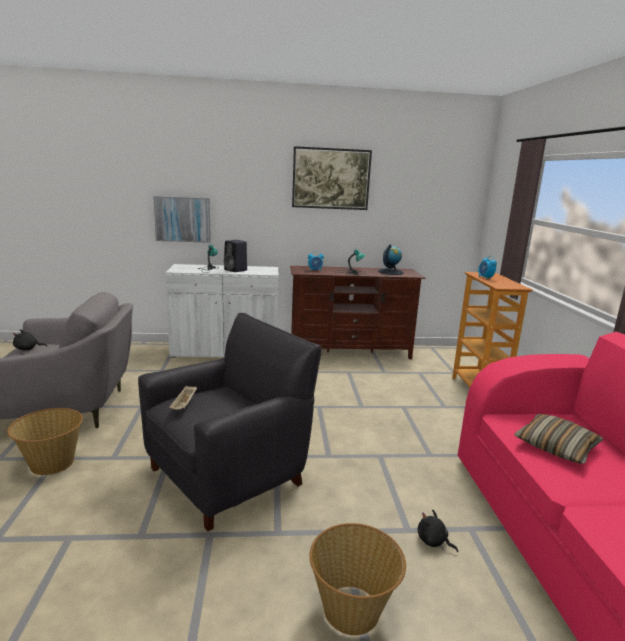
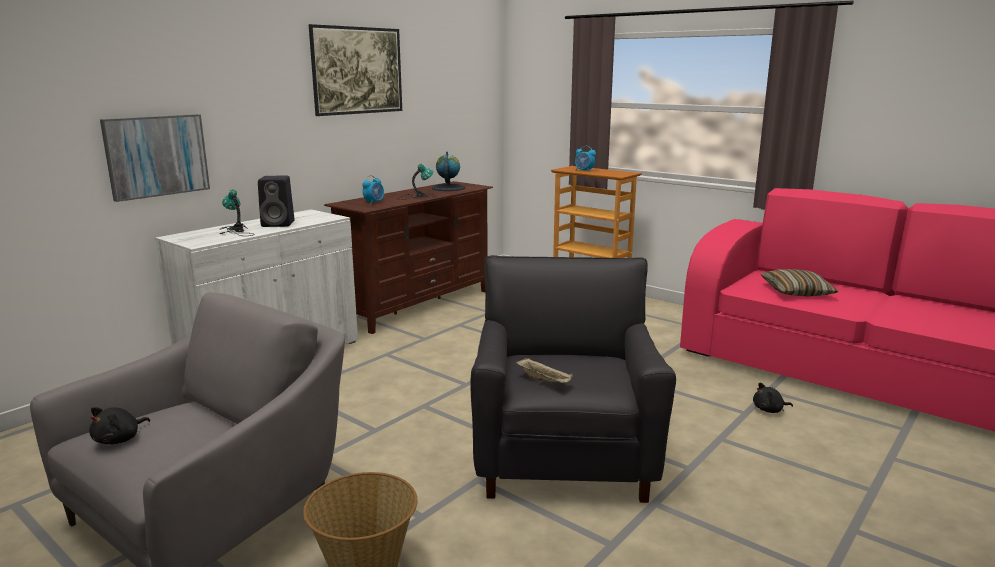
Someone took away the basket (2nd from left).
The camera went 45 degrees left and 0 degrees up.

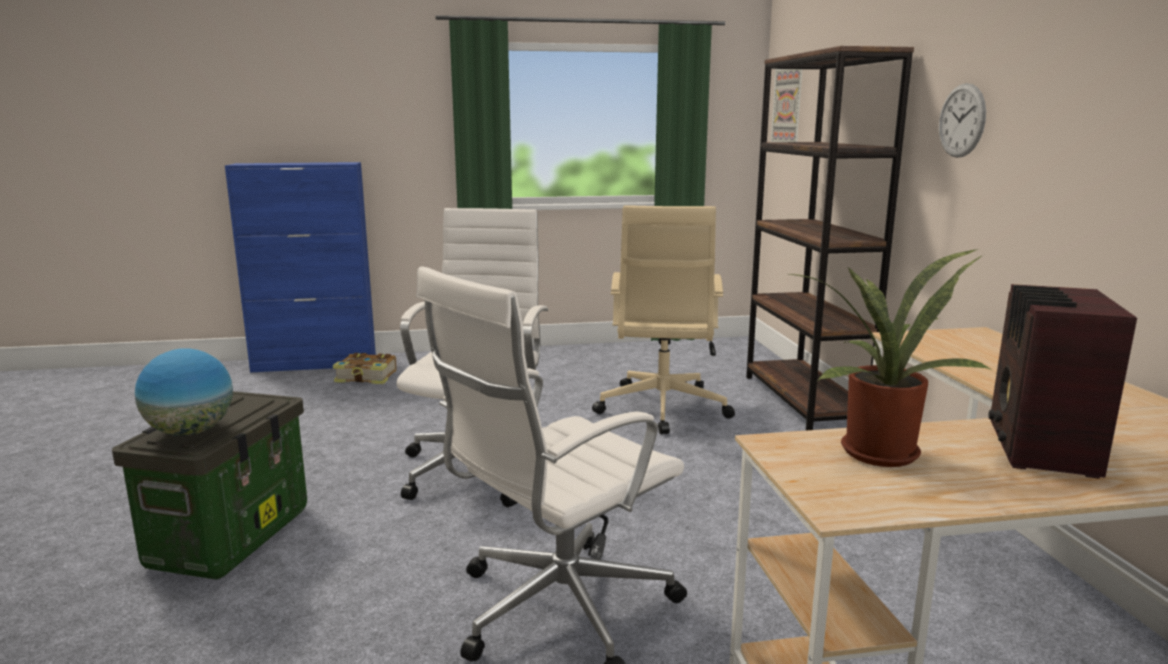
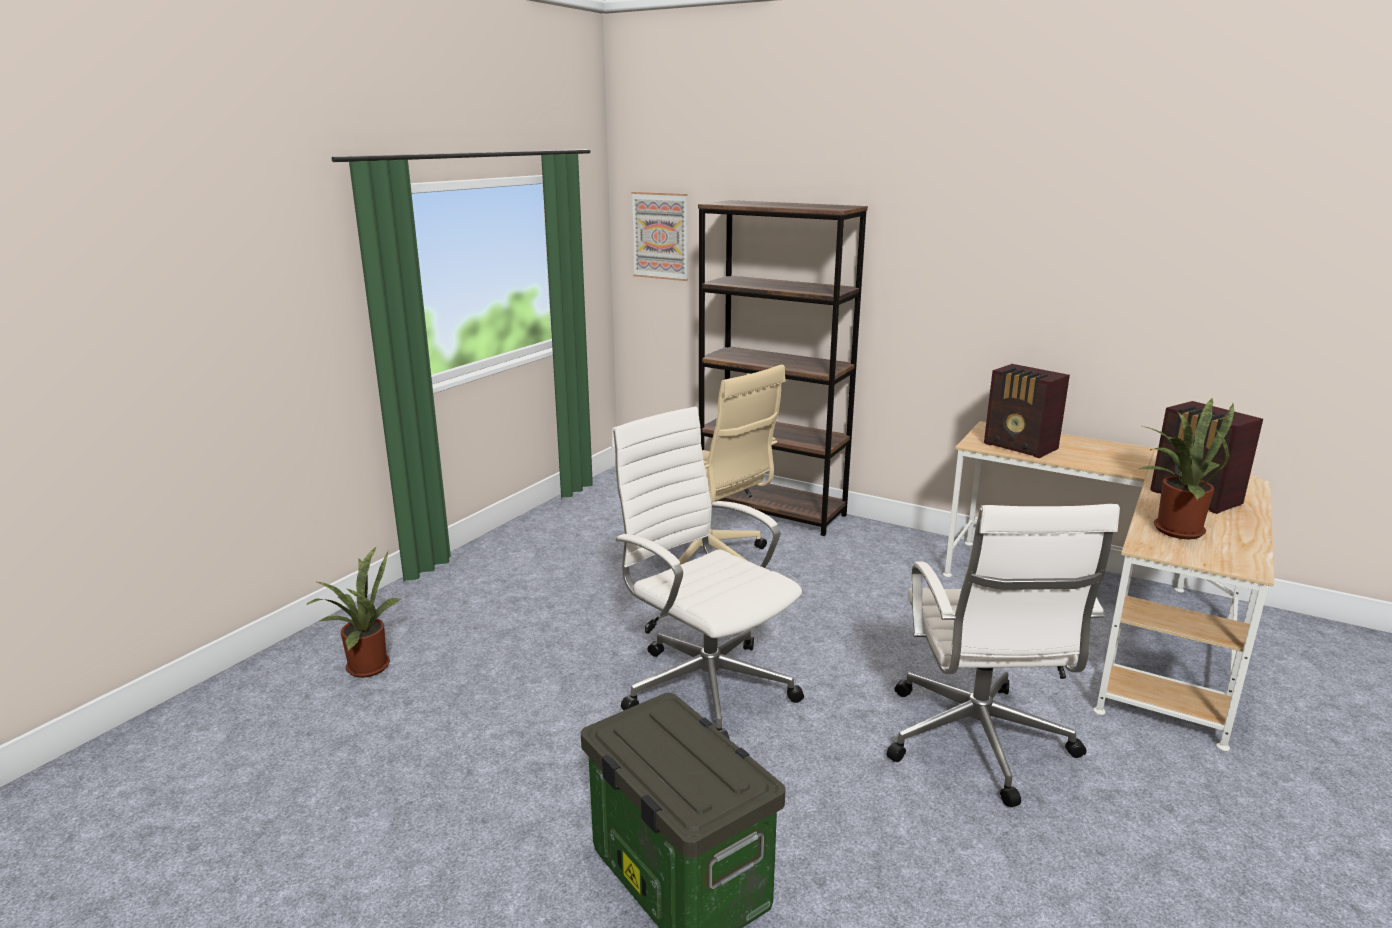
Someone took away the wall clock.
Someone took away the blue cabinet.
Someone took away the globe.
Someone swapped the book for the potted plant (1st from left).
Someone put down the radio (1st from left).
The camera went 50 degrees left and 5 degrees up.

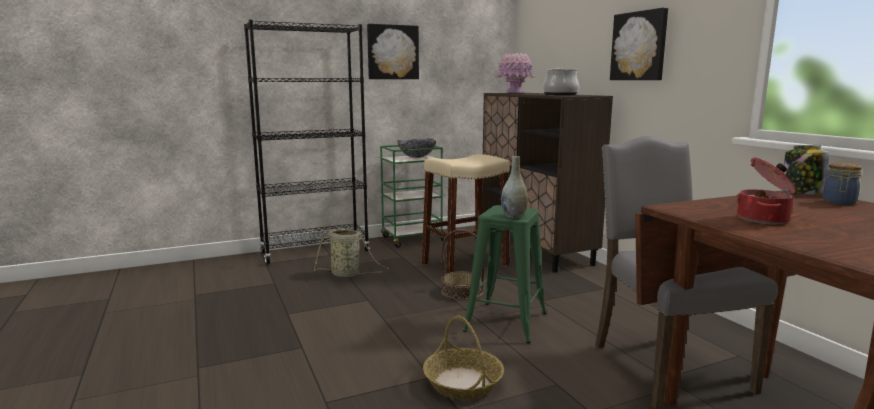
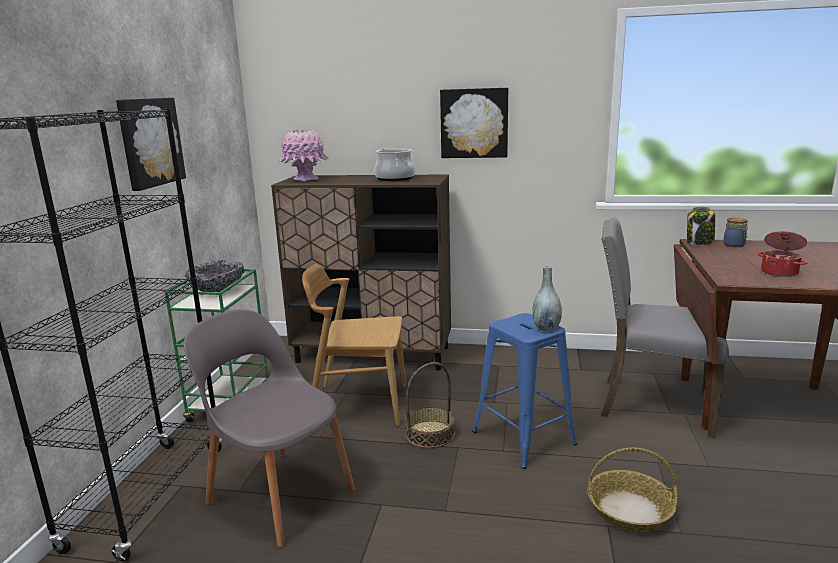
Someone swapped the beige stool for the brown chair.
Someone repainted the green stool, which became the blue stool.
Someone swapped the basket (1st from left) for the grey chair (1st from left).
The camera went 55 degrees left and 5 degrees up.

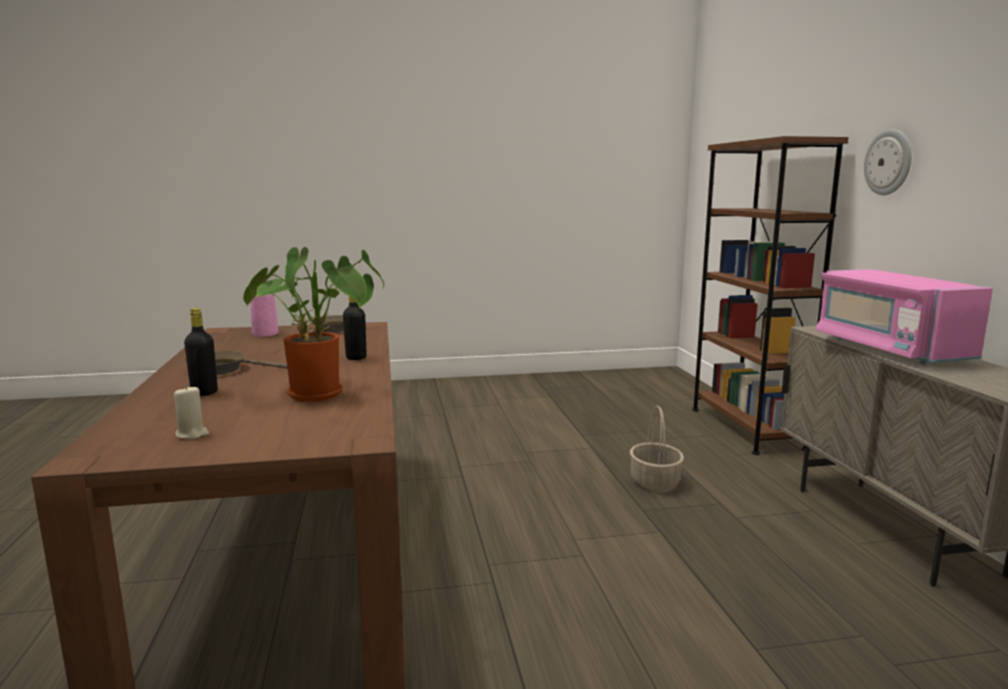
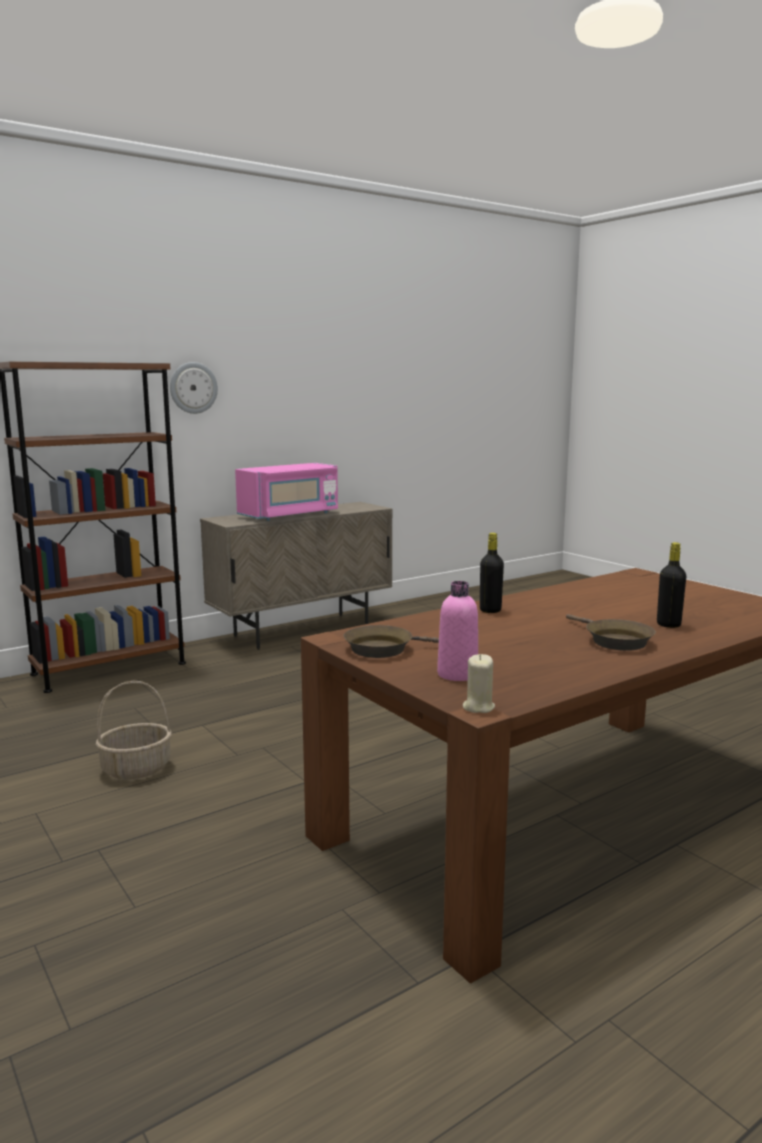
Someone took away the potted plant.
Someone carried the beige candle.
Someone carried the basket.
The camera went 115 degrees left and 0 degrees up.

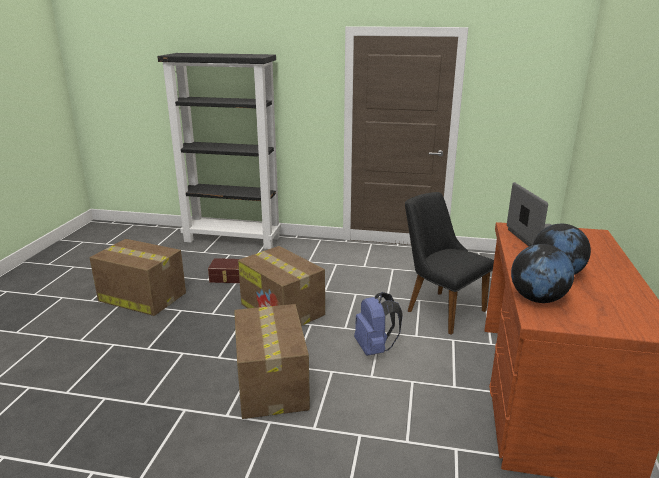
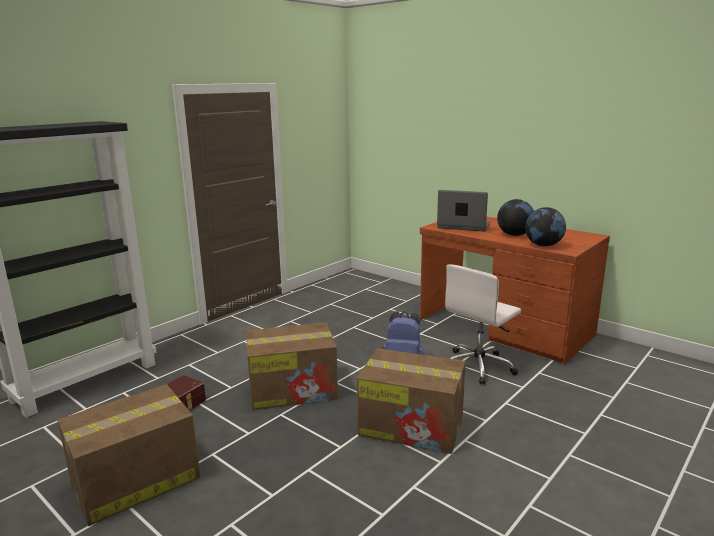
Someone took away the black chair.
Someone put down the white office chair.
The camera went 60 degrees left and 5 degrees down.

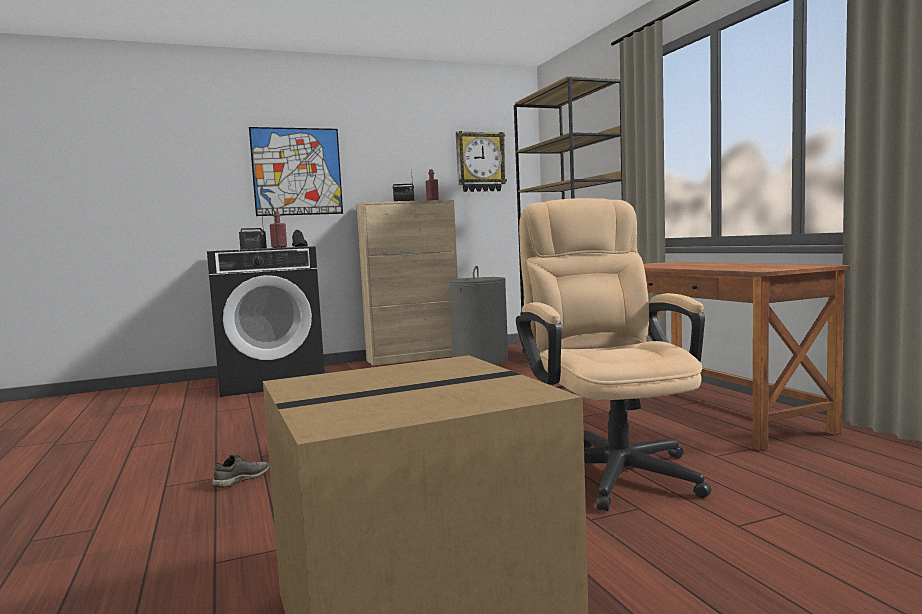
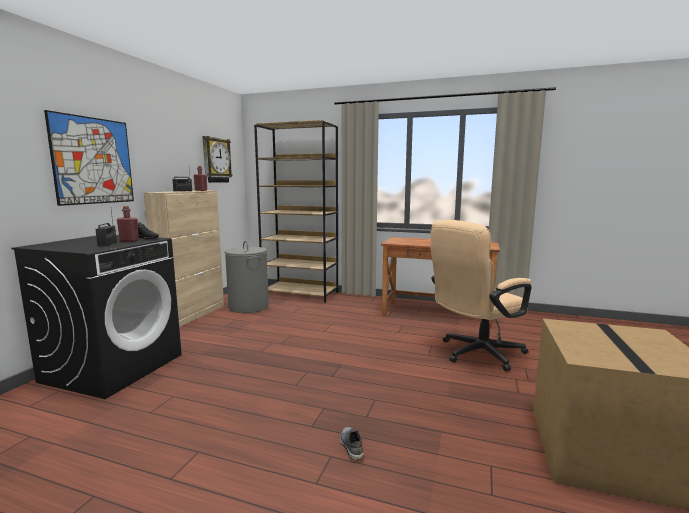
Someone rotated the beige office chair by 60 degrees counterclockwise.
The camera went 50 degrees left and 5 degrees up.

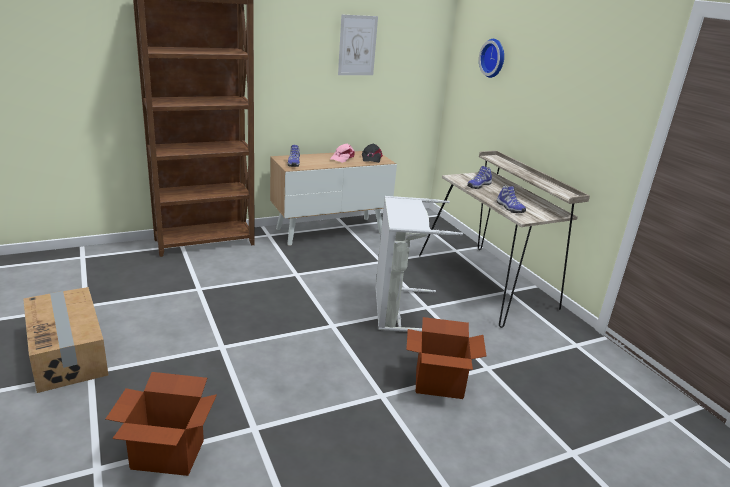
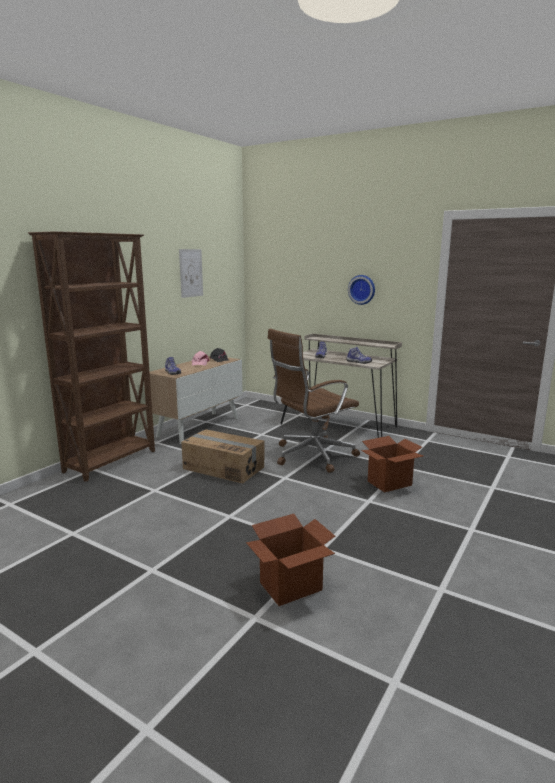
Someone carried the wall clock.
Someone swapped the grey laundry basket for the brown office chair.
Someone carried the cardboard box (1st from left).
The camera went 30 degrees left and 10 degrees down.

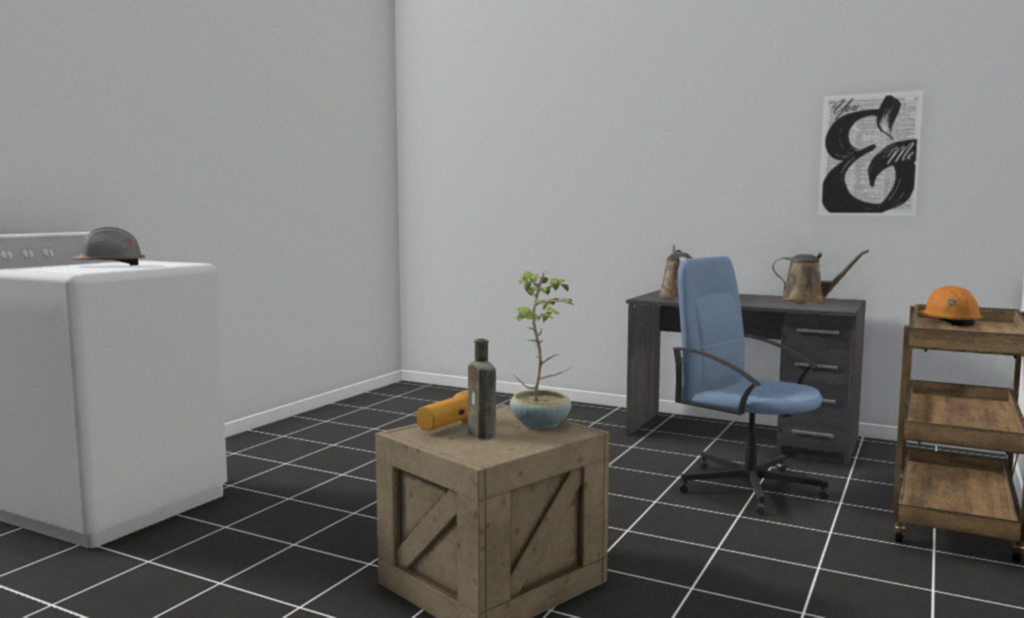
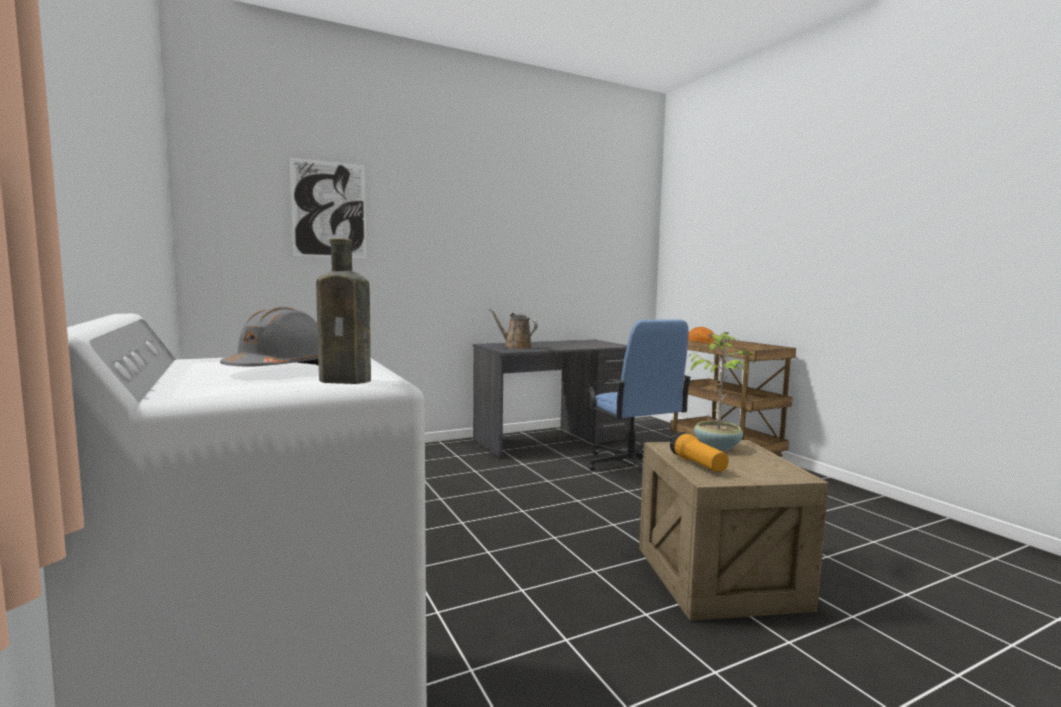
Someone carried the picture.
Someone took away the brown watering can (2nd from left).
Someone rotated the blue office chair by 105 degrees counterclockwise.
Someone carried the brown bottle.
The camera went 55 degrees left and 0 degrees up.

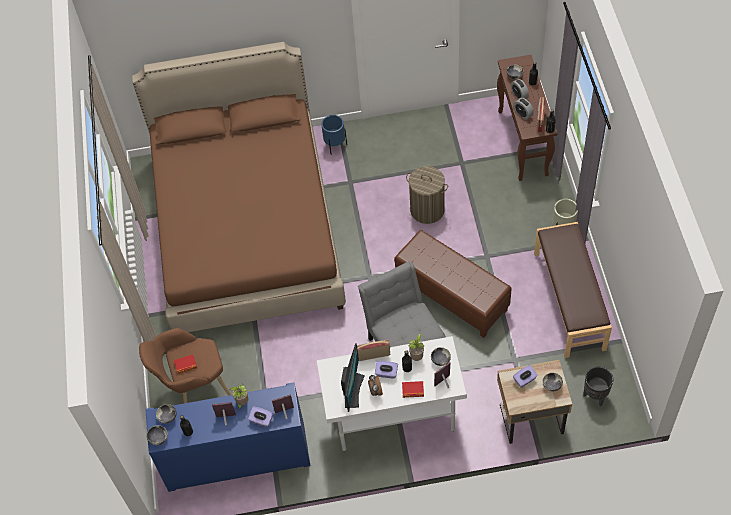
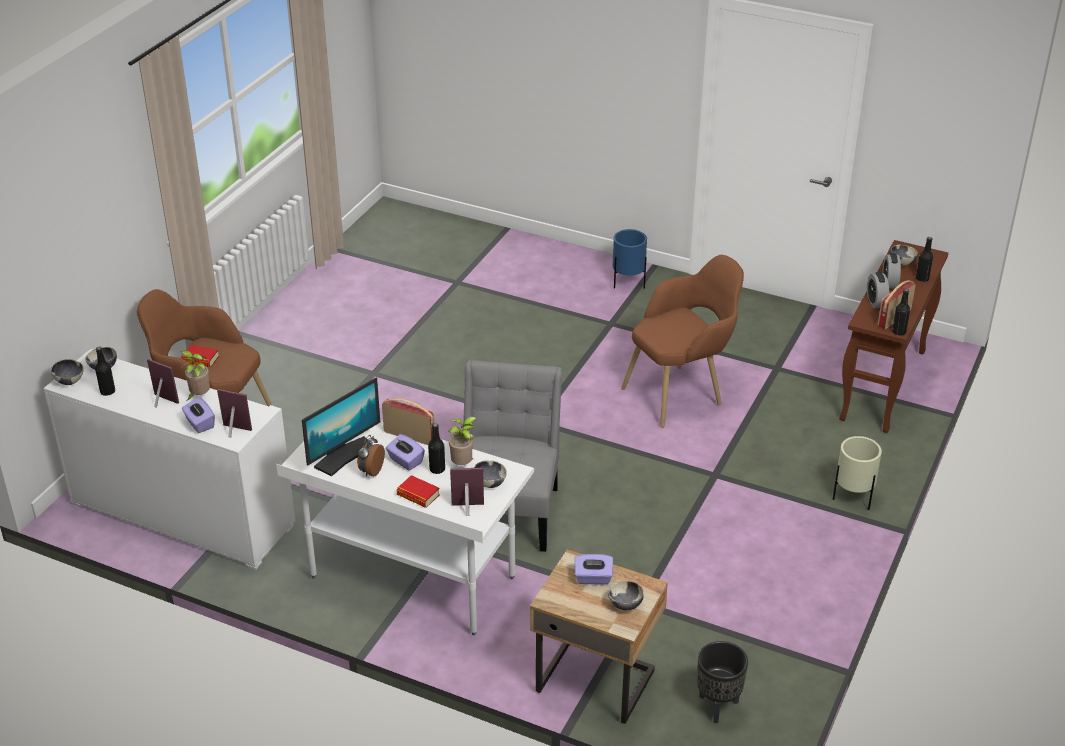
Someone took away the brown bed.
Someone swapped the laundry basket for the brown armchair (2nd from left).
Someone took away the brown bench.
Someone took away the brown ottoman.
Someone repainted the blue cabinet, which became the white cabinet.
The camera went 30 degrees right and 20 degrees down.

